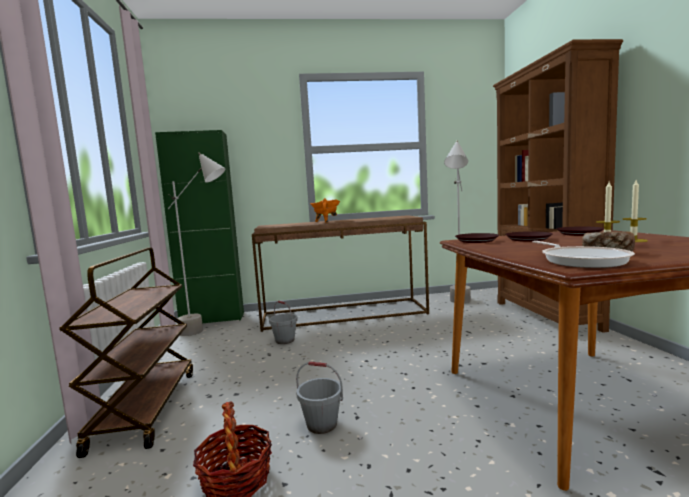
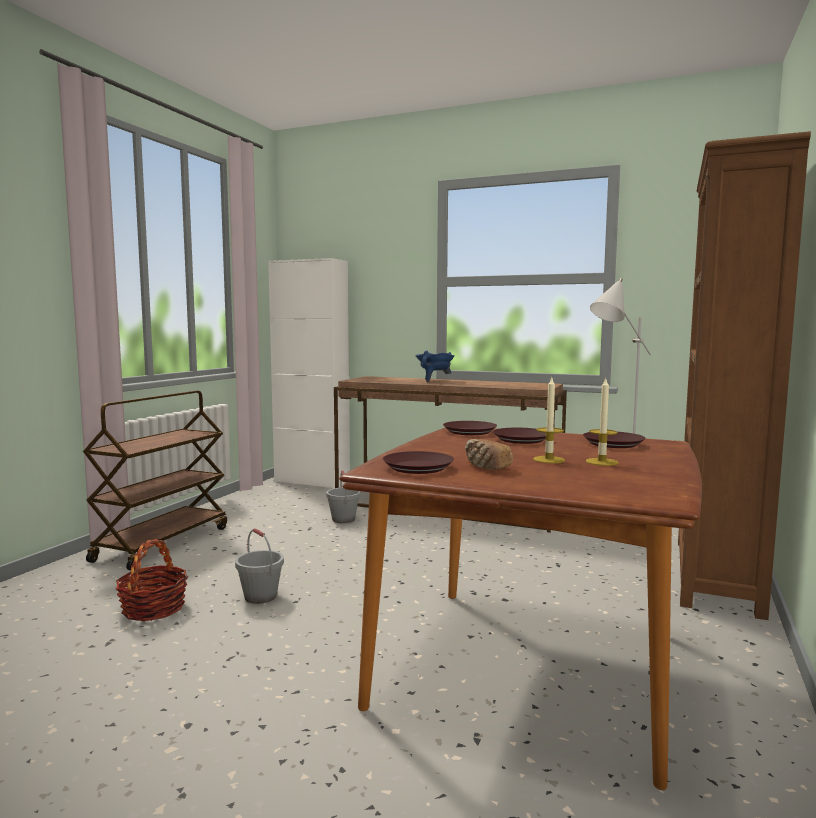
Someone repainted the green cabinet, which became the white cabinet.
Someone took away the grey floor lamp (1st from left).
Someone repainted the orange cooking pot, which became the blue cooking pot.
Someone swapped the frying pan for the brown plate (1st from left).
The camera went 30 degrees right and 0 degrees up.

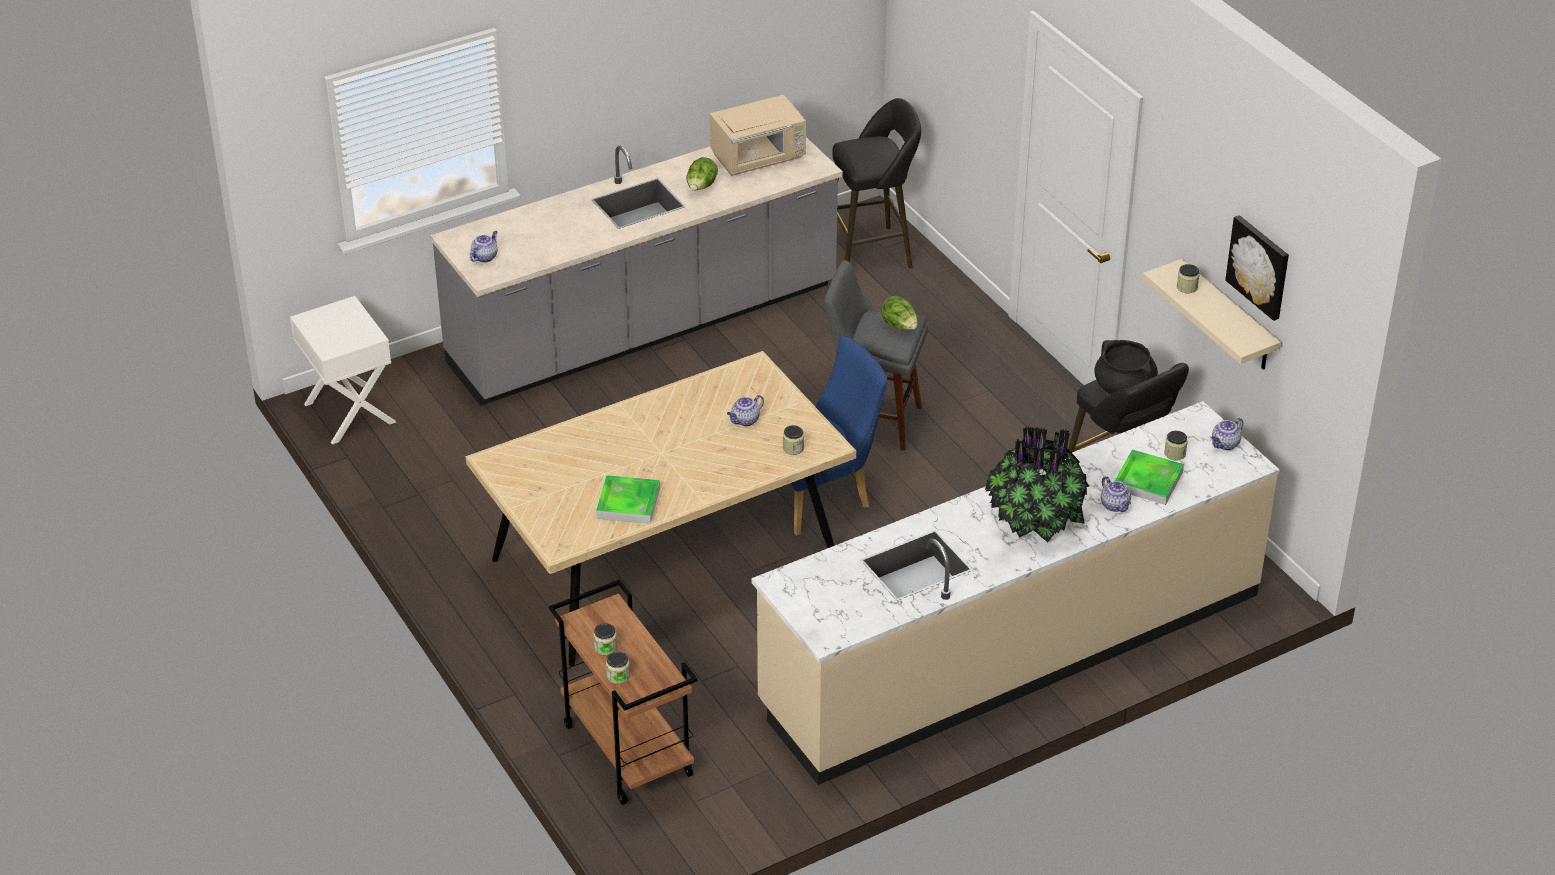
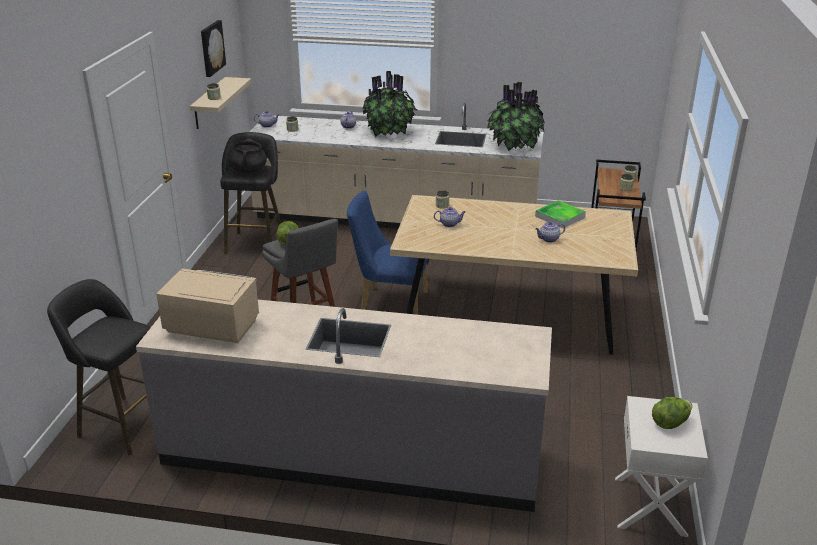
Someone carried the lettuce (1st from left in the first image).
Someone carried the teapot (1st from left in the first image).
Someone took away the tray (2nd from left).
Someone put down the potted plant (2nd from left).
The camera went 140 degrees left and 10 degrees down.

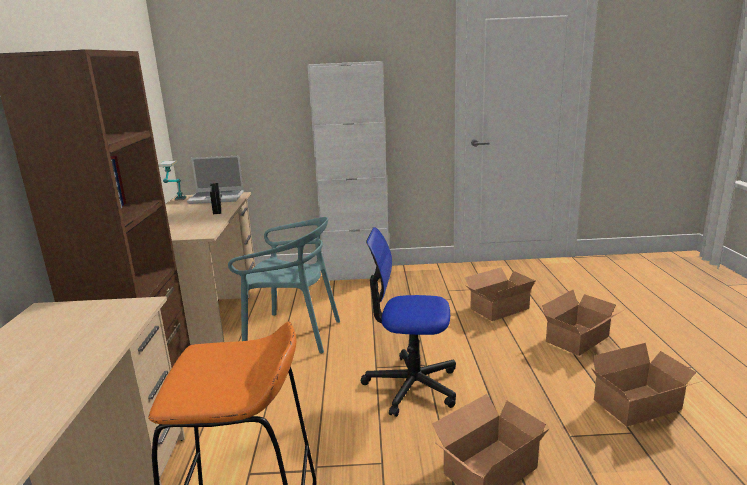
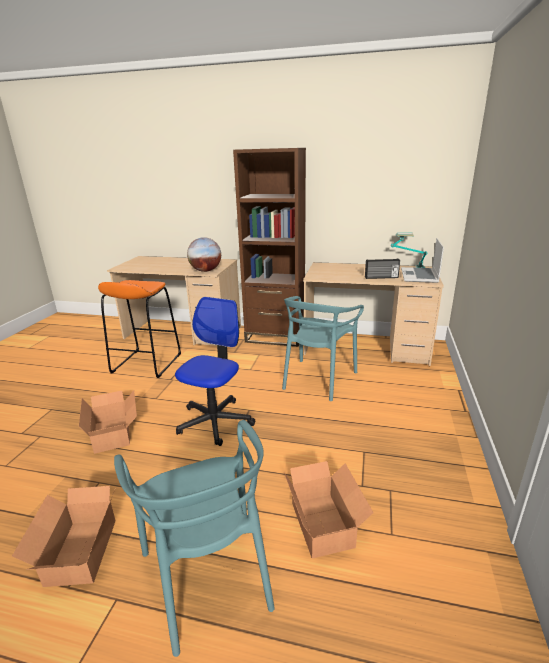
Someone took away the white cabinet.
Someone swapped the cardboard box (3rd from left) for the turquoise chair (1st from left).
Someone put down the globe.
The camera went 105 degrees right and 5 degrees up.

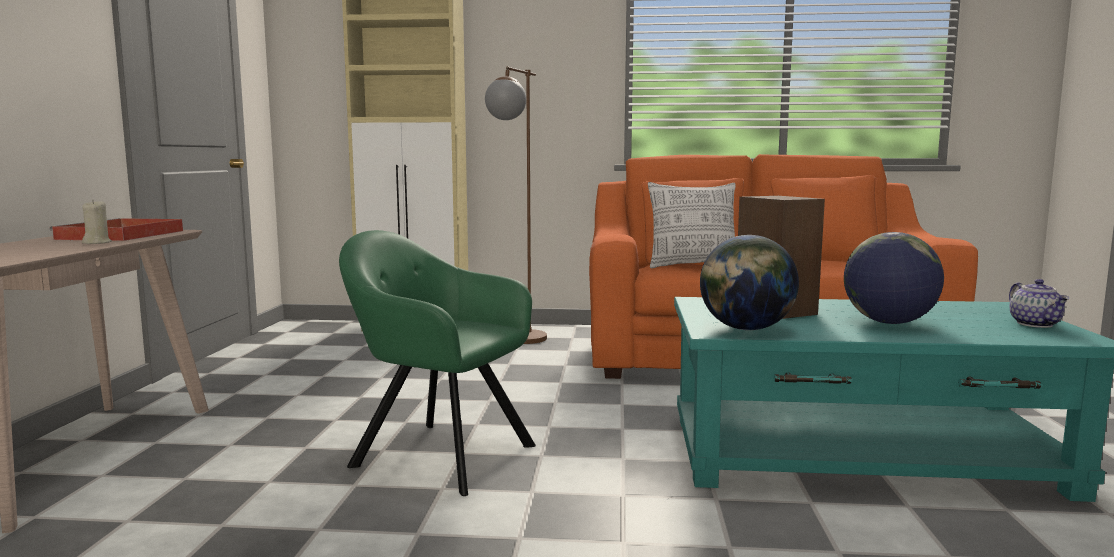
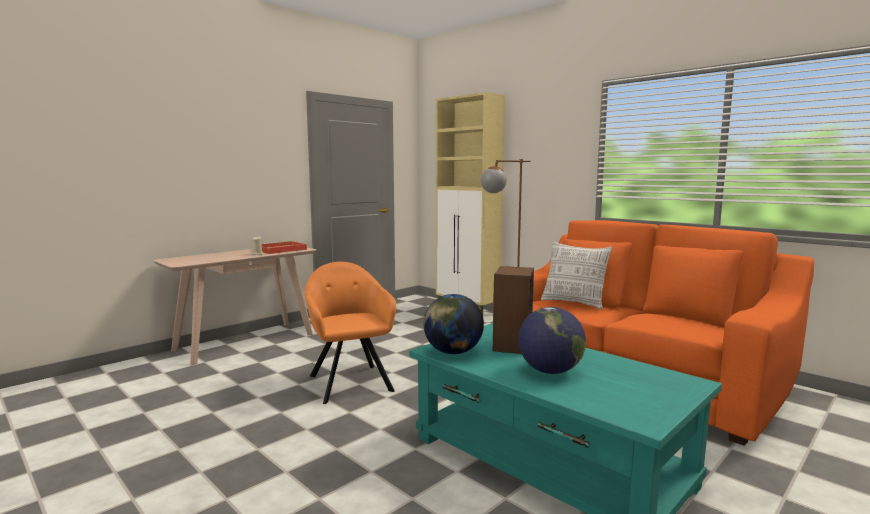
Someone repainted the green armchair, which became the orange armchair.
Someone took away the teapot.
The camera went 40 degrees right and 0 degrees up.

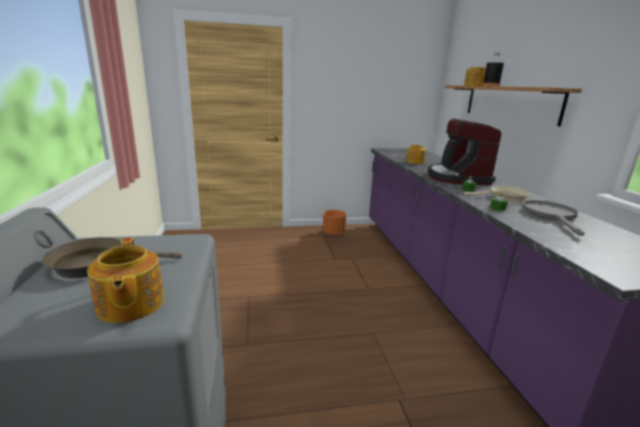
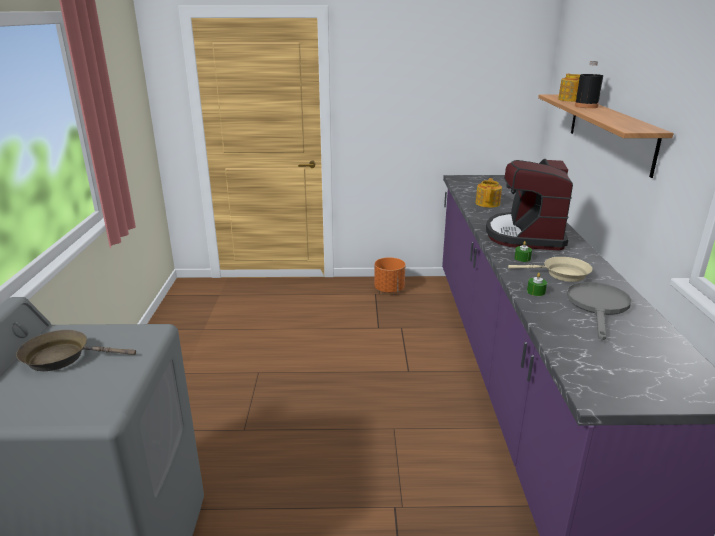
Someone took away the teapot (1st from left).
The camera went 10 degrees right and 5 degrees up.

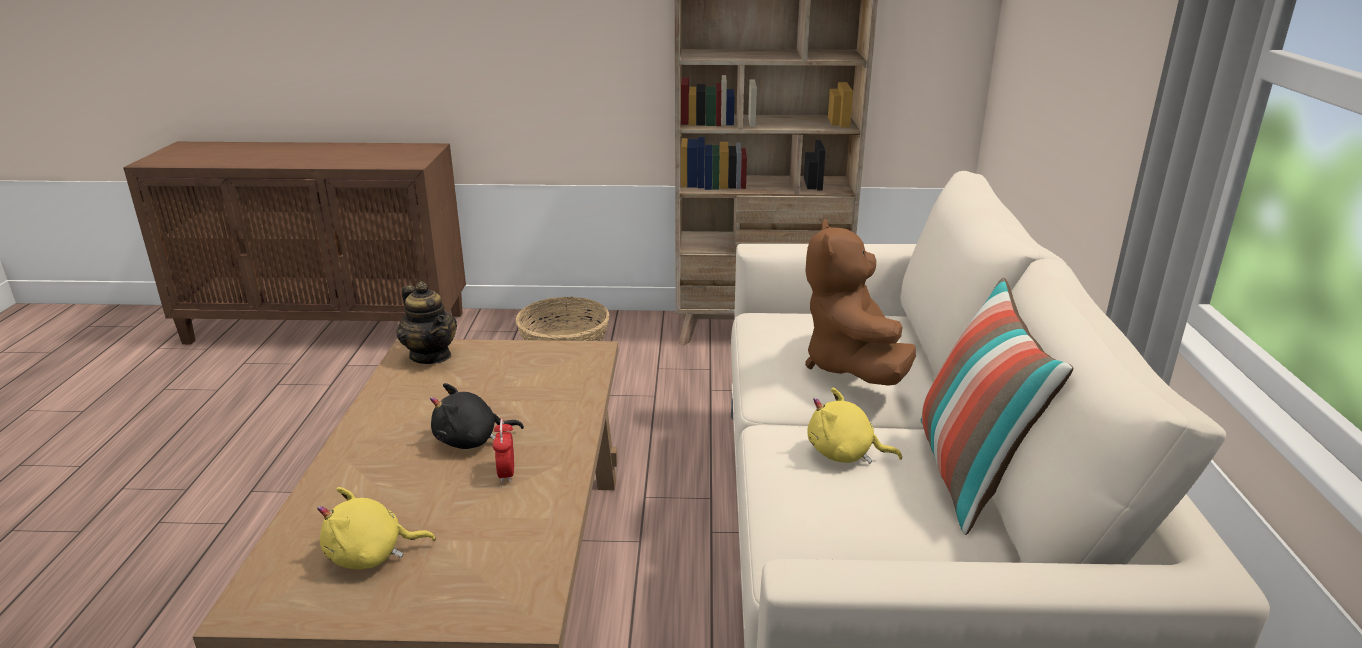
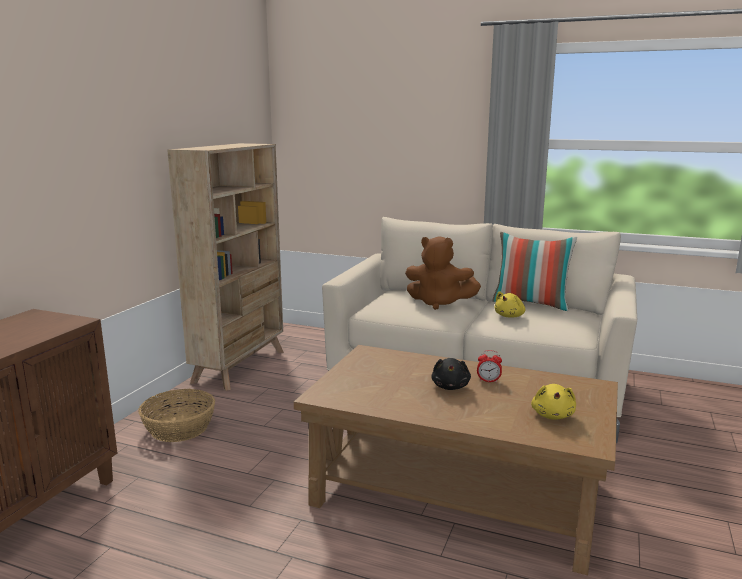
Someone took away the teapot.
The camera went 70 degrees left and 10 degrees down.

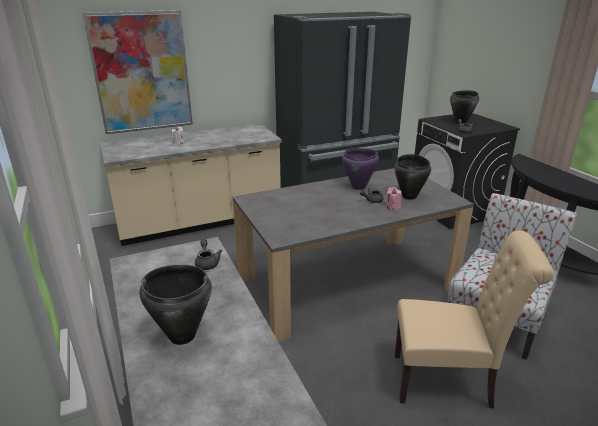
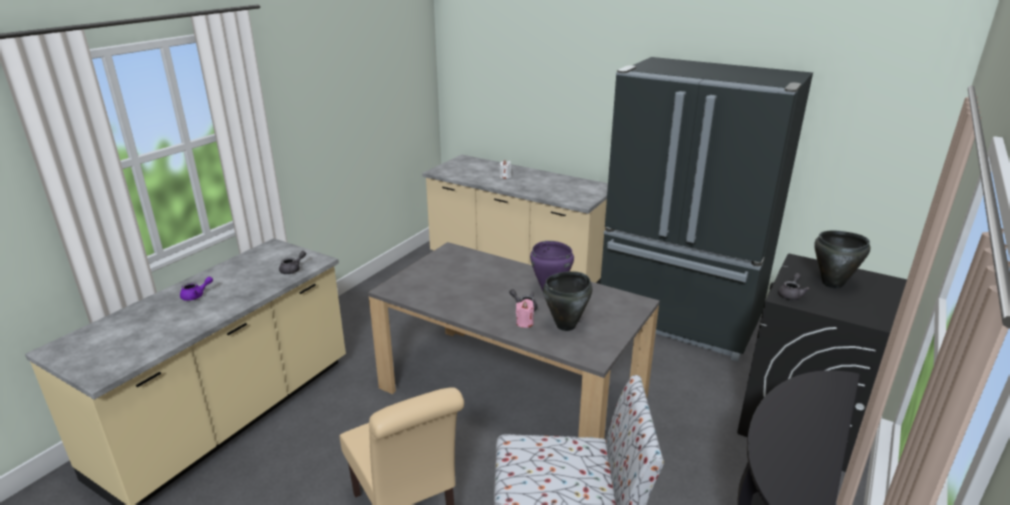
Someone took away the picture.
Someone swapped the black cooking pot (1st from left) for the purple teapot.
The camera went 55 degrees right and 0 degrees up.

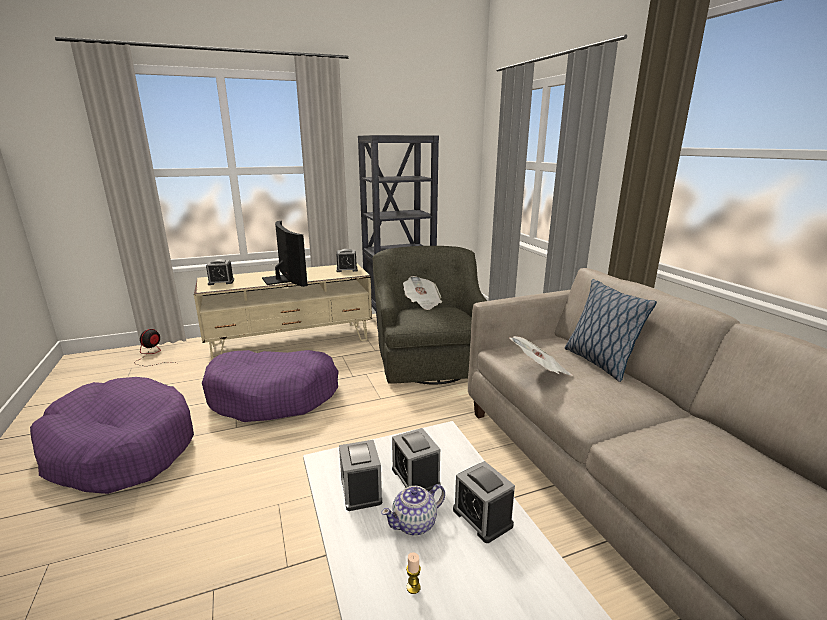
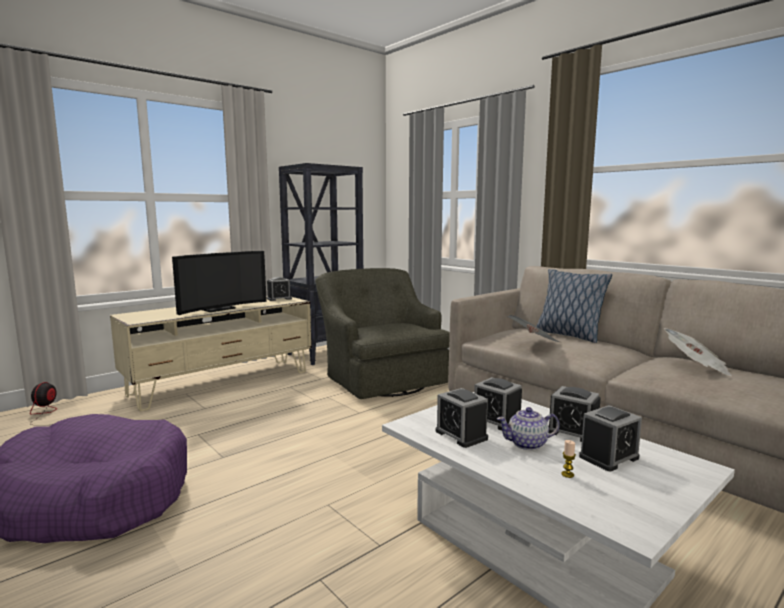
Someone rotated the television by 90 degrees clockwise.
Someone carried the alarm clock (1st from left in the first image).
Someone carried the newspaper (1st from left in the first image).
Someone took away the purple dog bed (2nd from left).
Someone rotated the teapot by 45 degrees clockwise.
The camera went 20 degrees left and 10 degrees down.

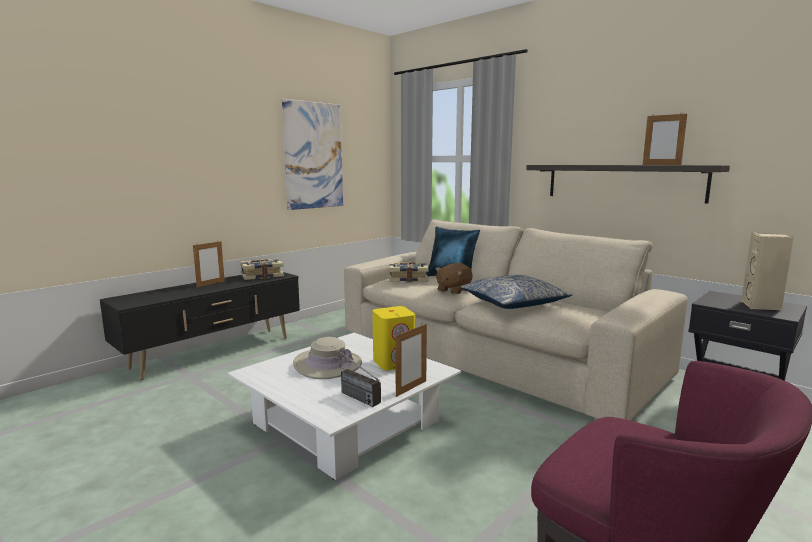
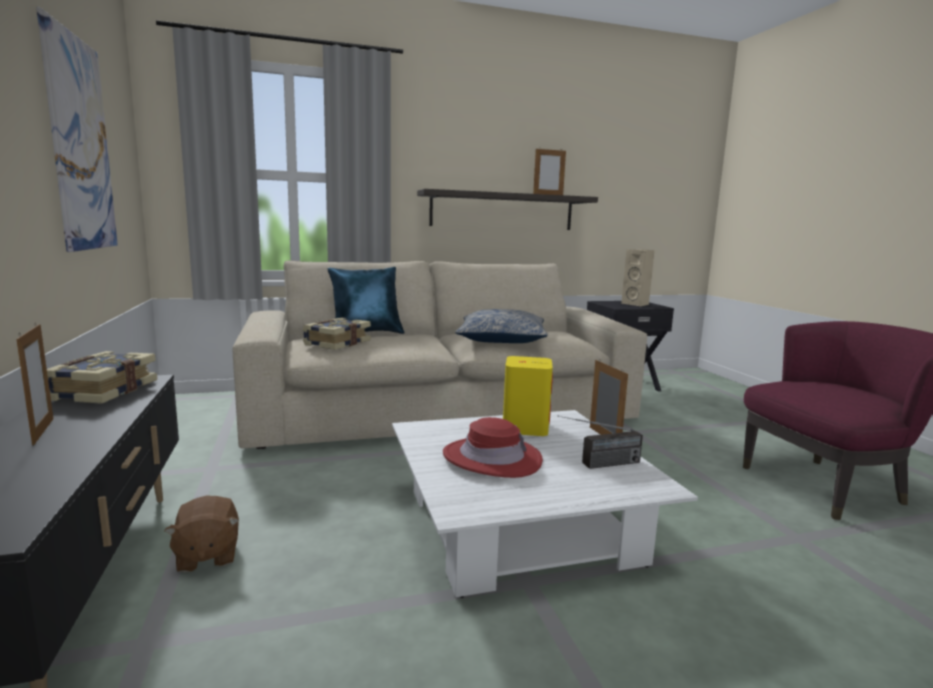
Someone carried the brown plush toy.
Someone repainted the beige hat, which became the red hat.
The camera went 60 degrees left and 0 degrees up.

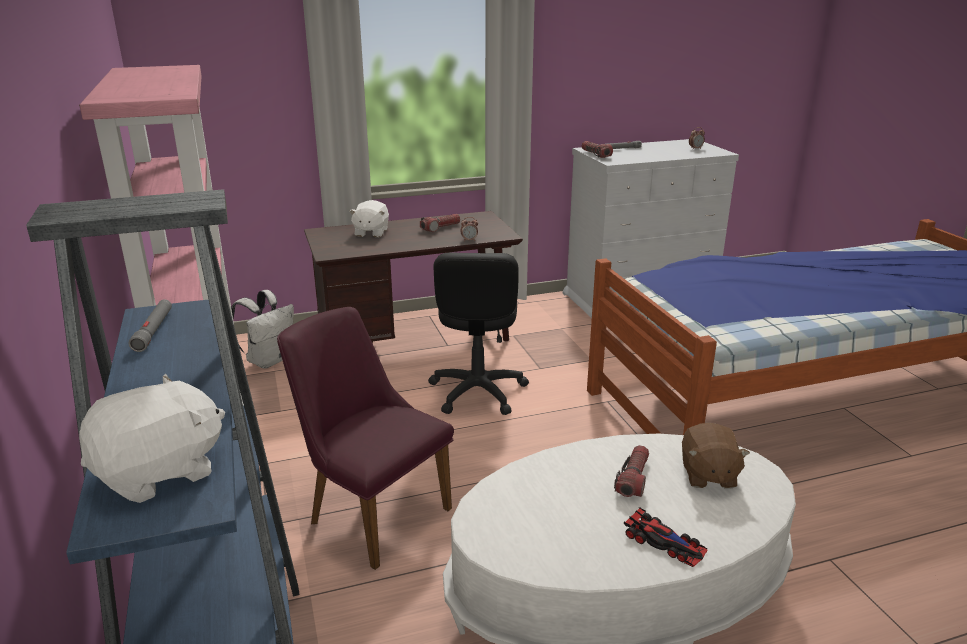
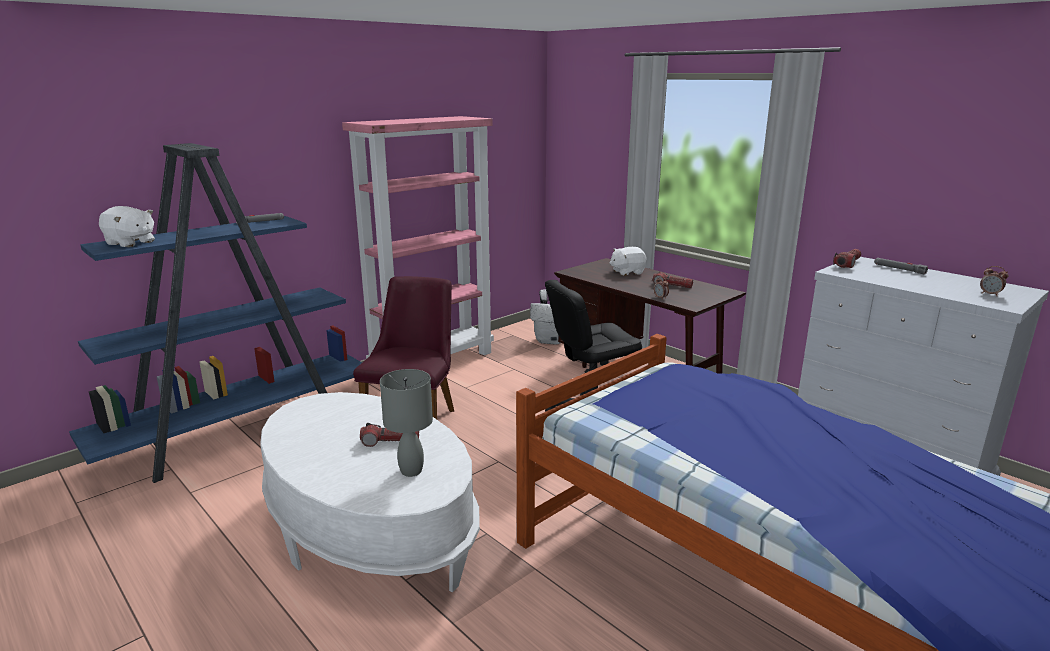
Someone swapped the brown plush toy for the grey table lamp.
Someone took away the toy car.
The camera went 65 degrees right and 5 degrees down.

